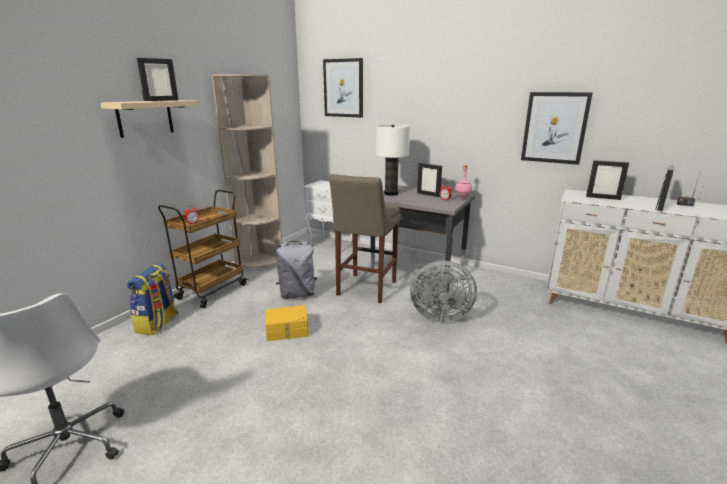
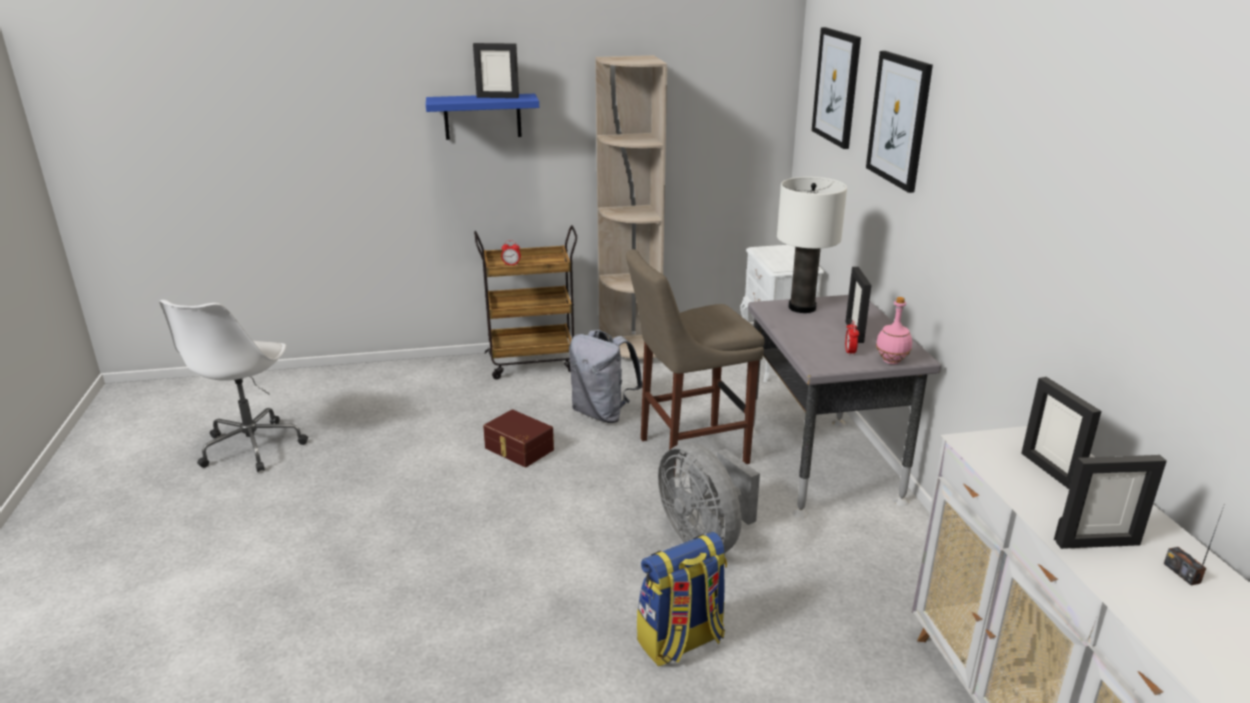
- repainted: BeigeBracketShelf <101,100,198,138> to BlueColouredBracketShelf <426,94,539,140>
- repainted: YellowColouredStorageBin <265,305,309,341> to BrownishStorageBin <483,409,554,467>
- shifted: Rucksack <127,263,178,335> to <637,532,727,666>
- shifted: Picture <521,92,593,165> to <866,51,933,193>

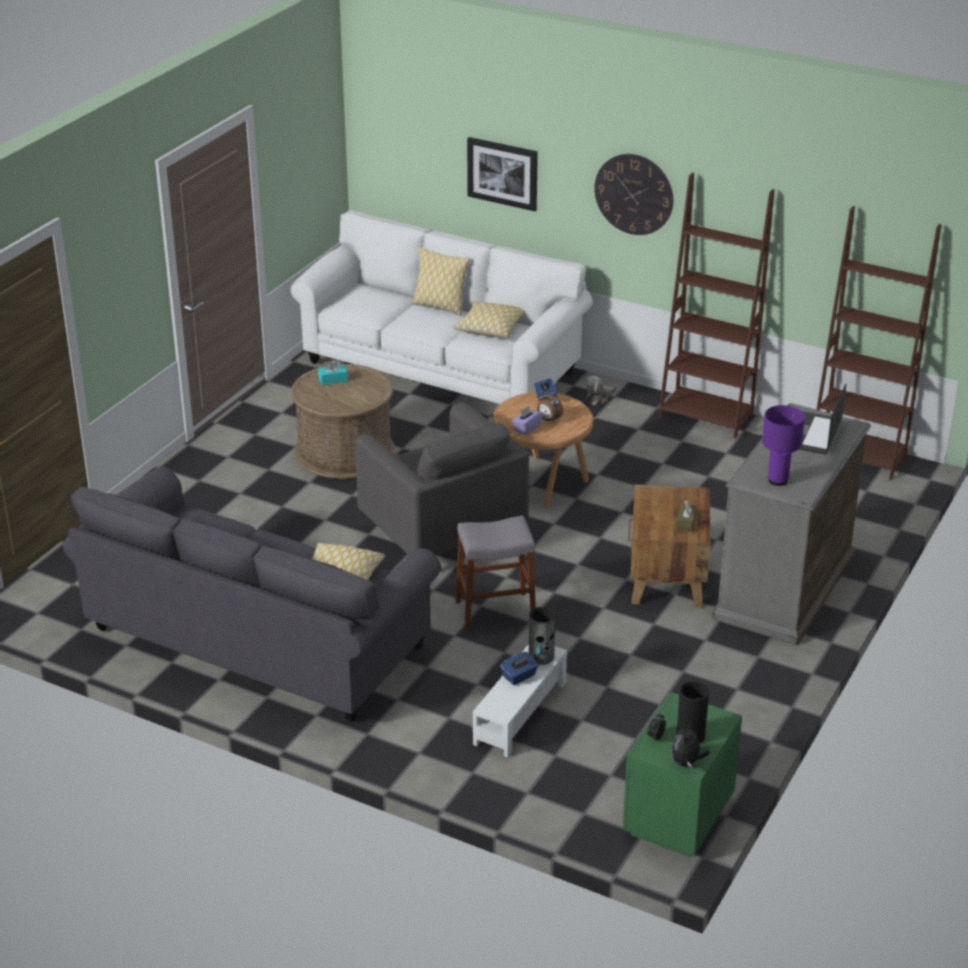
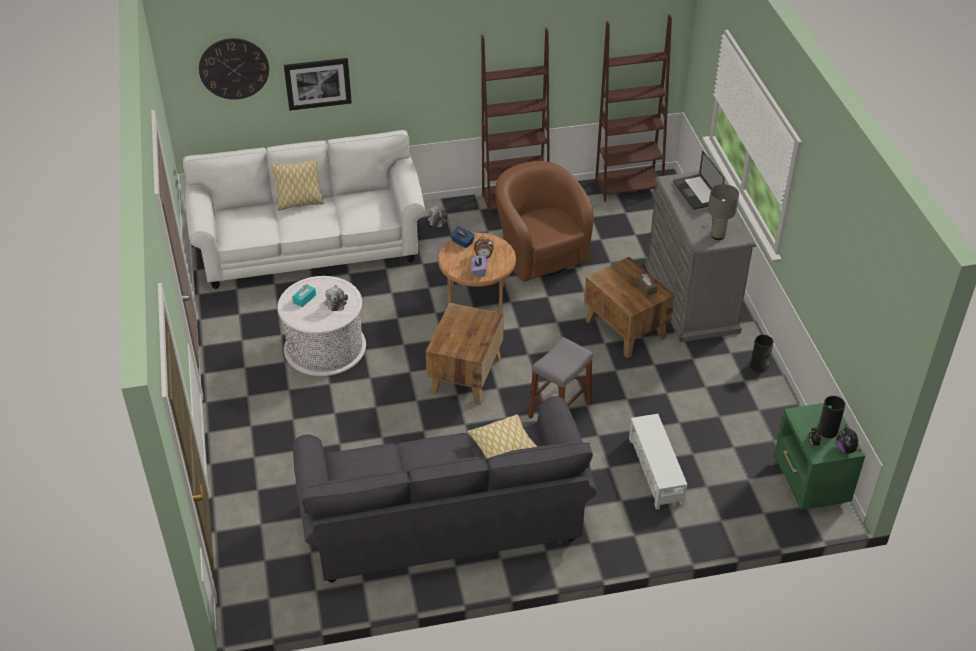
- shifted: WallClock <594,154,673,235> to <199,38,269,100>
- repainted: BrownishLowTable <291,364,395,479> to WhiteLowTable <277,276,366,376>
- new: CuddlyToy <324,285,348,311>
- swapped: GreyishLoungeChair <355,402,529,556> to BrownishSideTable <426,302,504,405>
- new: BrownishLoungeChair <495,161,594,282>
- repainted: PurplishTabletopLamp <762,405,805,486> to GreyishTabletopLamp <708,184,739,240>
- shifted: DecorativeVase <529,607,555,665> to <750,335,773,373>
- gone: Pillow <453,301,525,338>
- gone: BlueColouredBoxOfTissues <500,652,538,685>

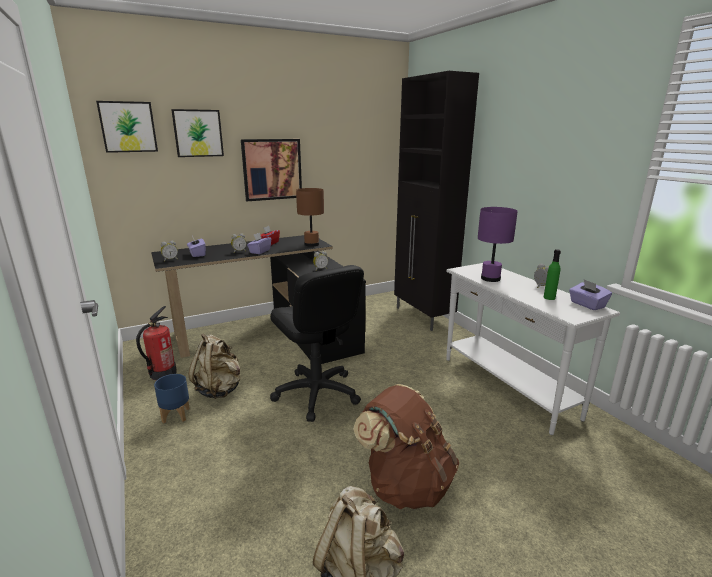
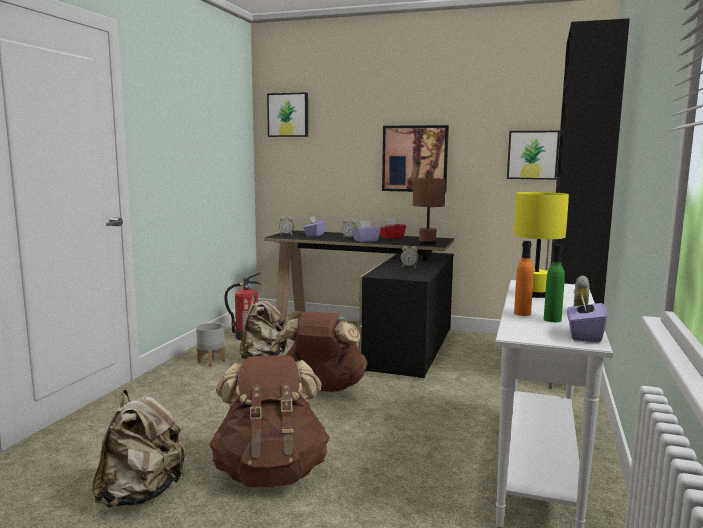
- repainted: BlueColouredFlowerPot <154,374,190,423> to GreyishFlowerPot <196,323,225,367>
- swapped: BlackishOfficeChair <270,265,364,422> to BrownishRucksack <280,311,368,392>
- shifted: Picture <171,109,224,157> to <507,131,560,180>
- repainted: PurplishTabletopLamp <478,207,518,282> to YellowColouredTabletopLamp <514,192,569,298>
- new: OrangeDrinkBottle <514,241,534,316>

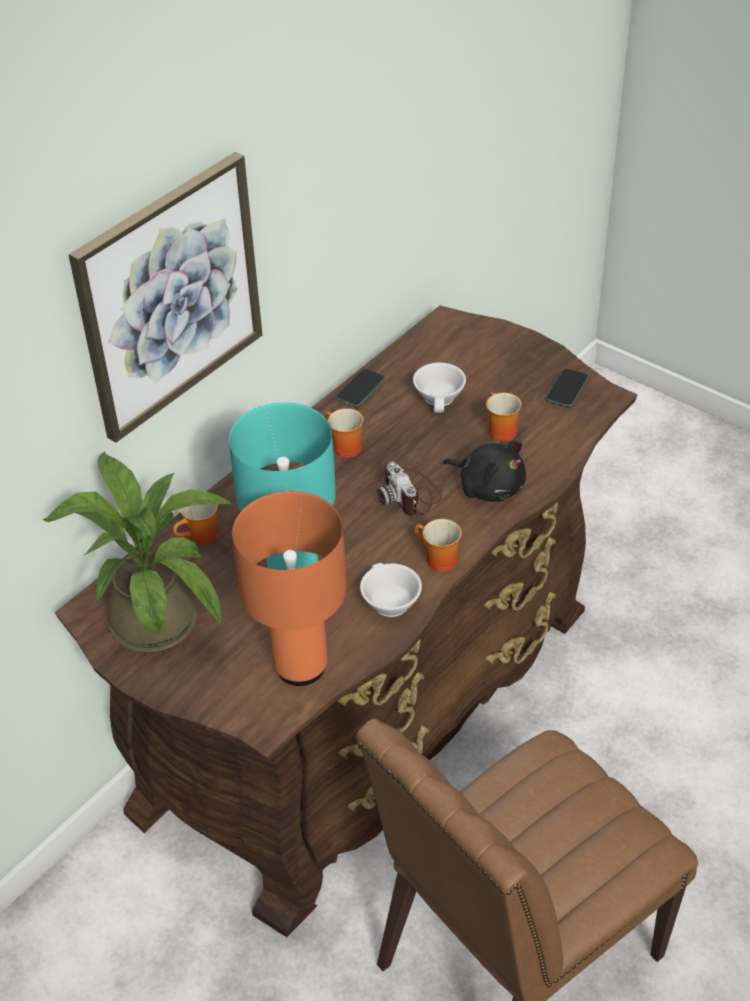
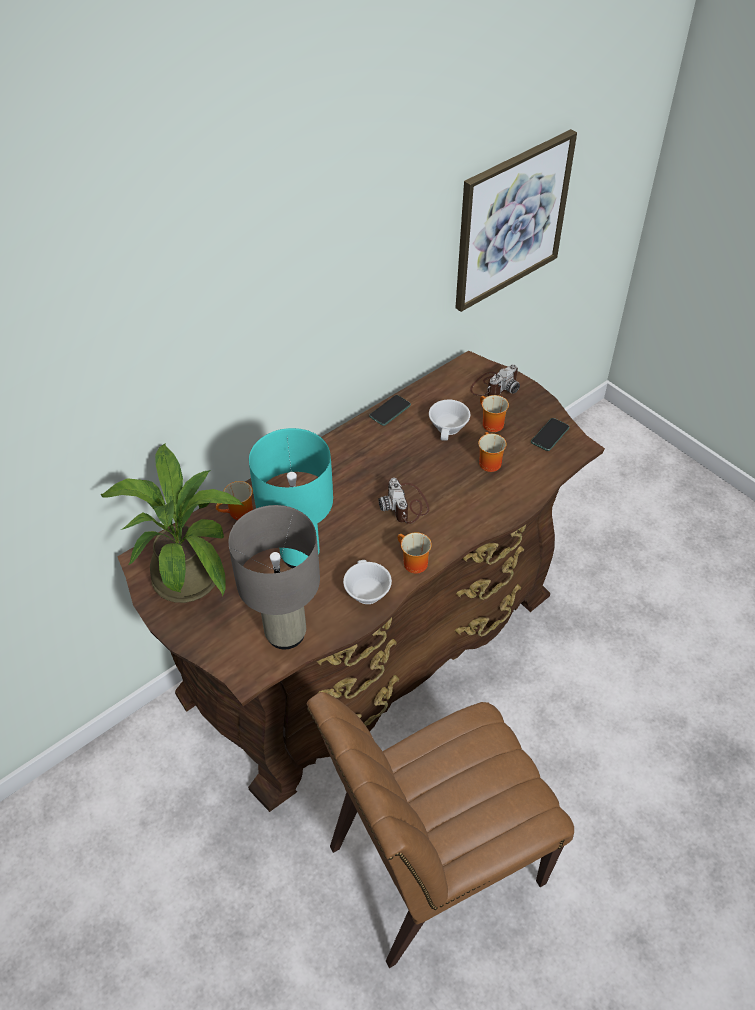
- repainted: OrangeTabletopLamp <232,491,346,686> to GreyishTabletopLamp <228,505,320,649>
- shifted: Picture <69,152,262,443> to <455,129,577,312>
- new: PhotoCamera <470,364,520,396>
- shifted: Mug <325,408,364,458> to <480,395,509,432>
- gone: BlackishCuddlyToy <443,441,526,502>

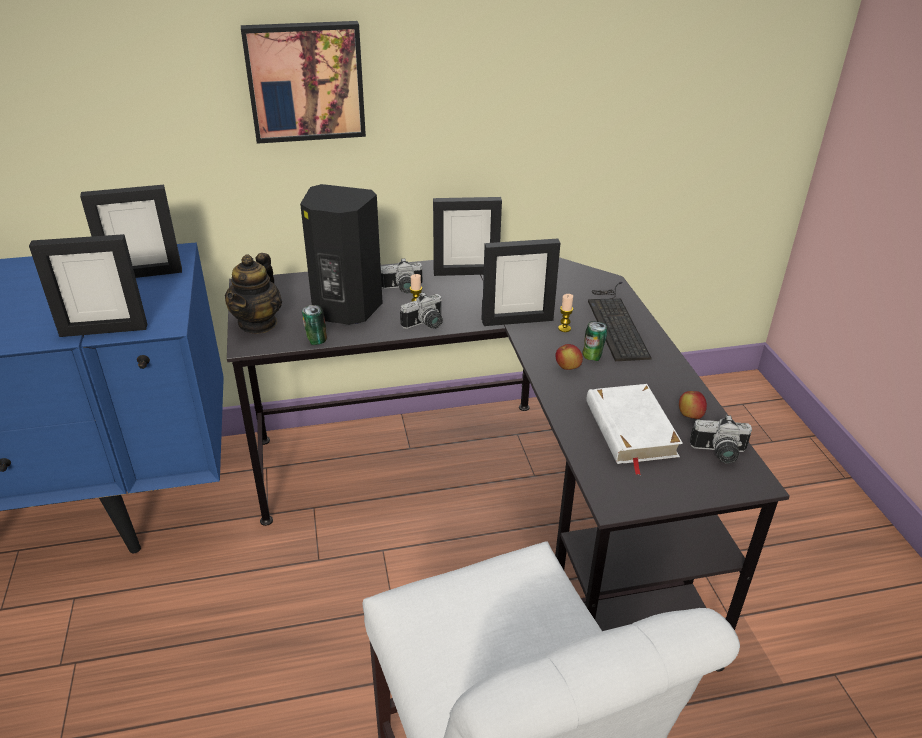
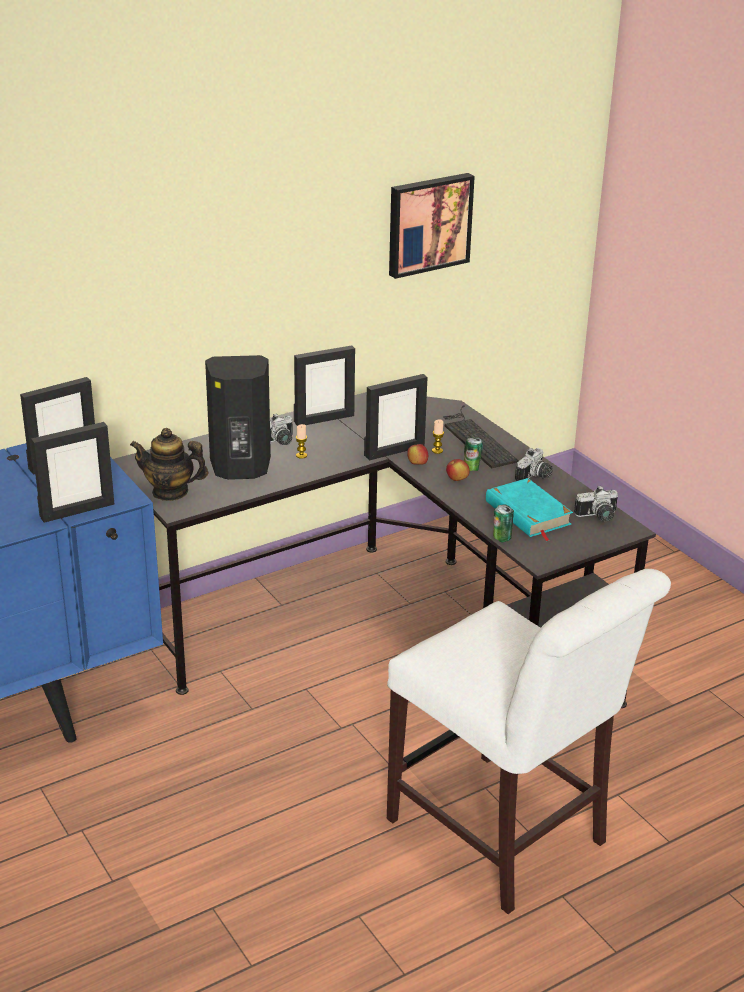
- rotated: Teapot <225,253,282,334> = <130,428,208,501> 105 degrees clockwise
- shifted: Picture <241,21,366,144> to <389,173,475,279>
- shifted: AppleFruit <679,391,707,419> to <407,444,428,465>
- repainted: WhiteBoundBook <586,384,683,475> to TurquoiseColouredBoundBook <486,478,573,541>
- shifted: Can <302,305,327,345> to <493,505,514,542>
- shifted: PhotoCamera <400,292,443,329> to <515,448,553,481>

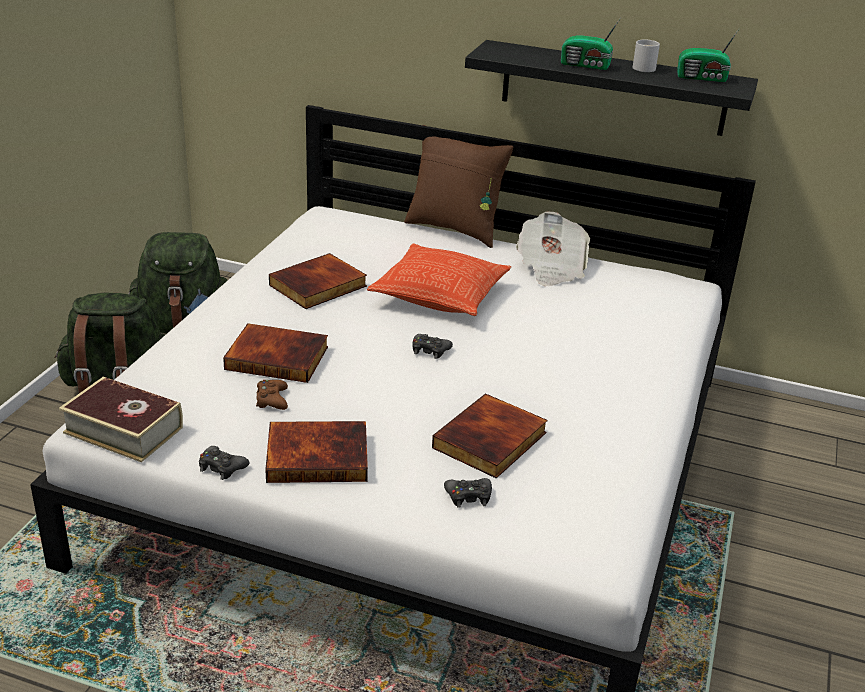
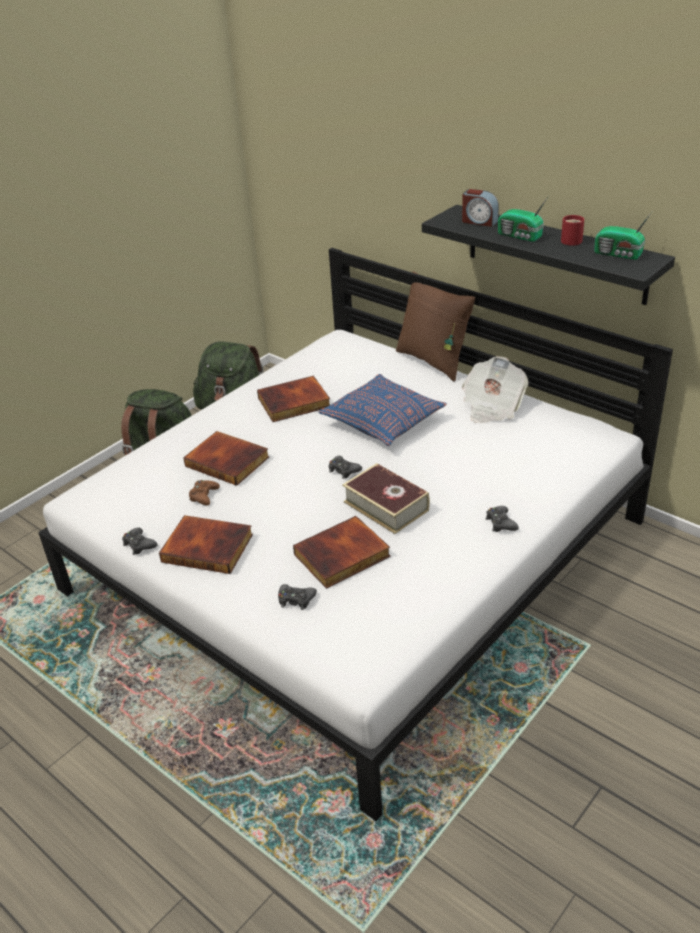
- repainted: OrangePillow <367,243,511,316> to BlueColouredPillow <318,374,447,446>
- shifted: BoundBook <59,376,183,462> to <342,463,430,534>
- new: AlarmClock <462,189,499,227>
- new: BlackishJoypad <485,506,519,532>
- repainted: WhiteMug <632,40,660,72> to RedColouredMug <561,215,584,246>

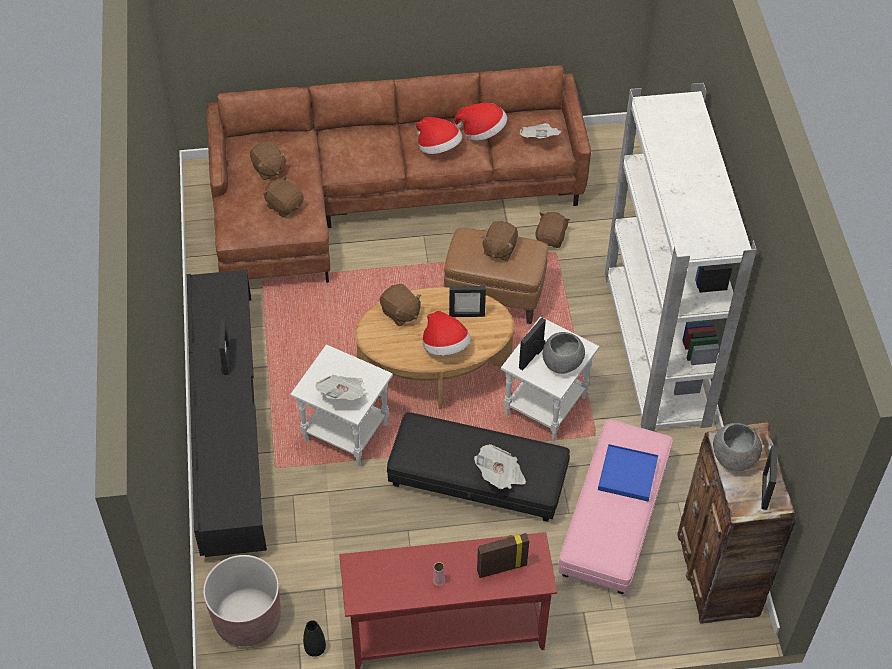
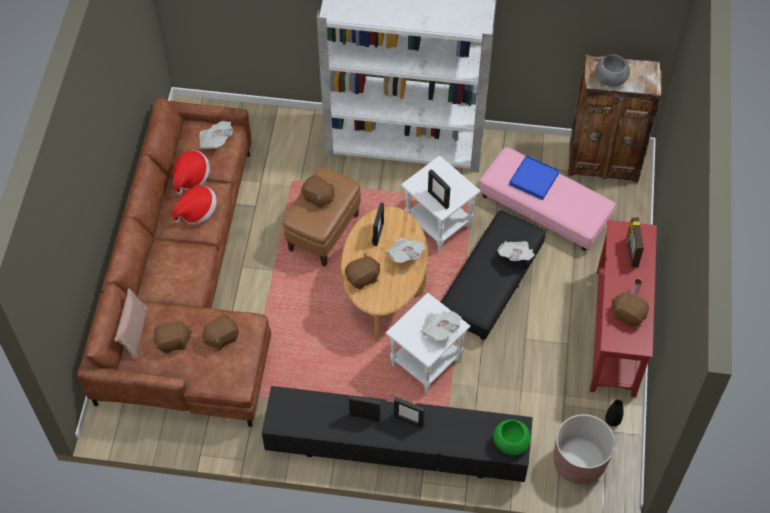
- new: BeigePillow <114,288,148,359>
- swapped: ClothingHat <423,311,471,356> to PrintedPaper <386,238,426,263>
- shifted: PhotoFrame <761,445,777,510> to <394,397,425,428>
- new: GreenishServingBowl <493,419,531,455>
- shifted: BrownishCuddlyToy <535,212,570,248> to <611,289,649,327>
- gone: GreyishServingBowl <543,332,585,374>

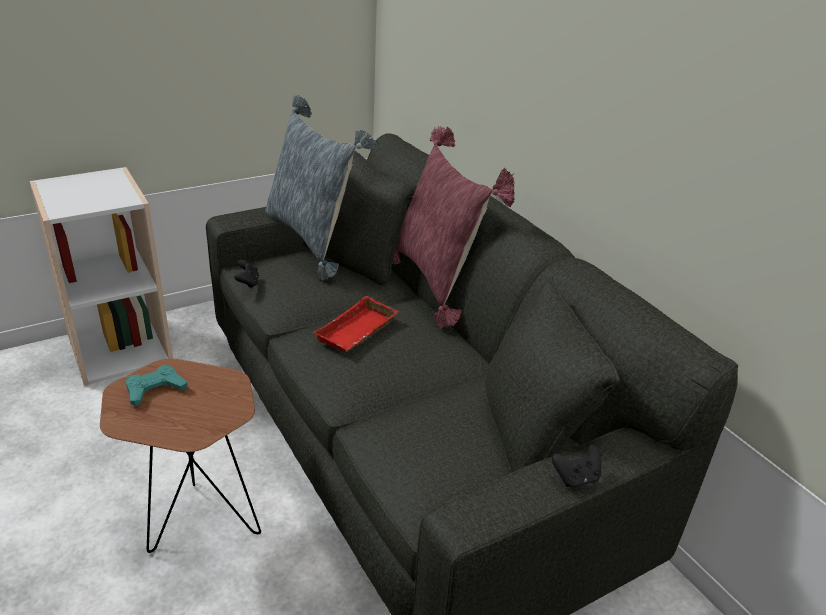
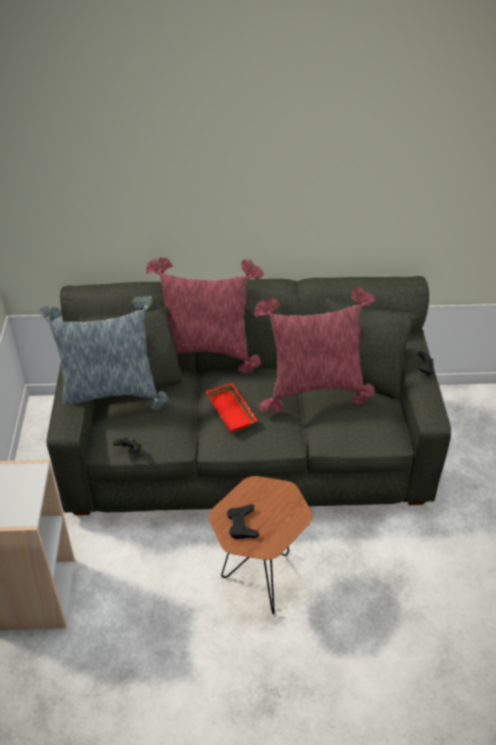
- repainted: TurquoiseColouredJoypad <126,365,188,406> to BlackishJoypad <227,504,259,539>
- new: RedColouredPillow <254,287,376,413>

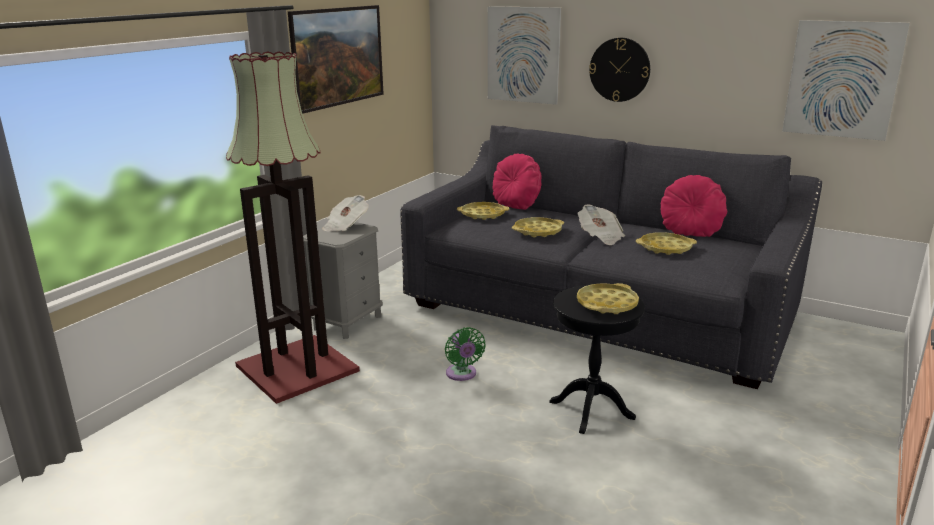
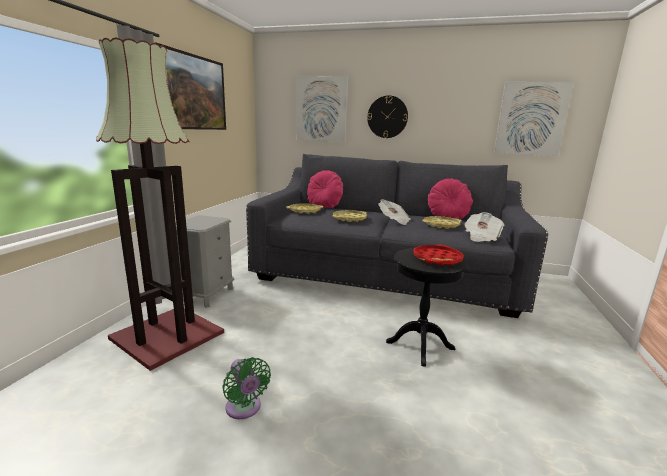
- shifted: GreenishCoolingFan <445,327,486,381> to <222,357,271,419>
- repainted: YellowColouredTray <577,283,639,314> to RedColouredTray <413,244,464,266>
- shifted: PrintedPaper <322,195,369,232> to <464,212,504,242>

